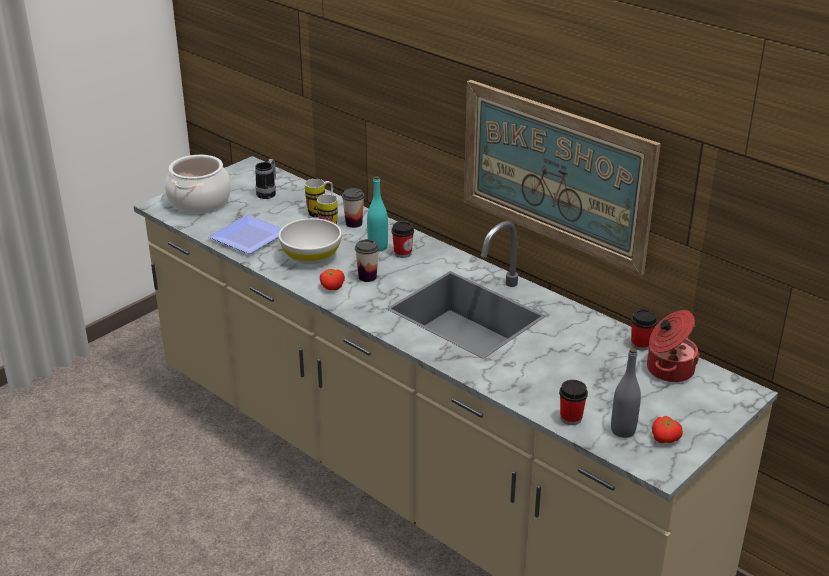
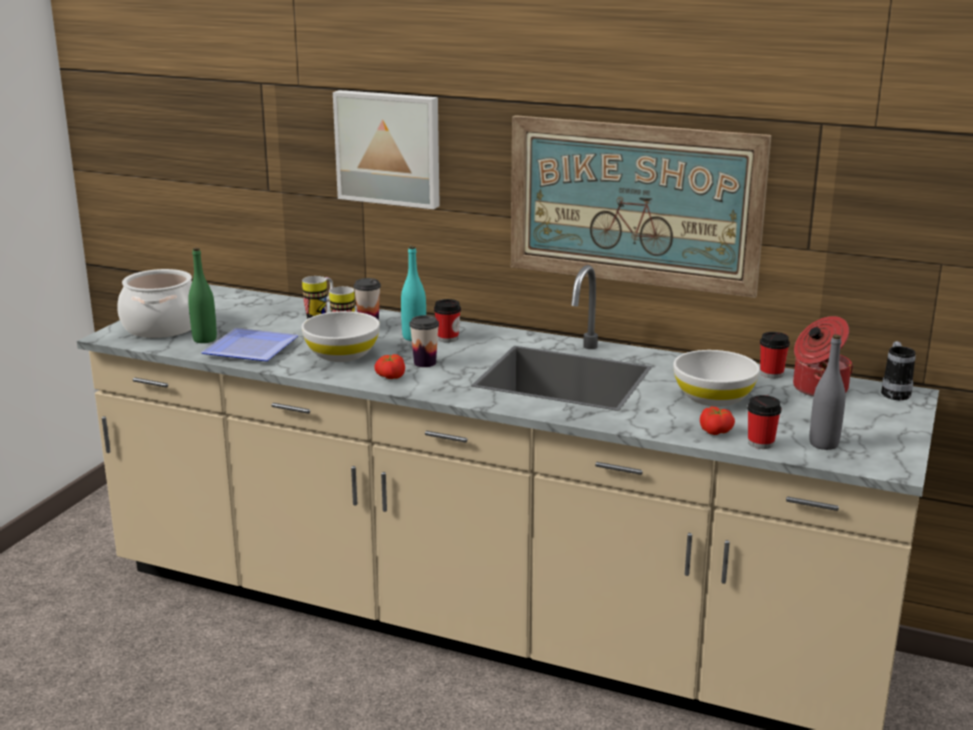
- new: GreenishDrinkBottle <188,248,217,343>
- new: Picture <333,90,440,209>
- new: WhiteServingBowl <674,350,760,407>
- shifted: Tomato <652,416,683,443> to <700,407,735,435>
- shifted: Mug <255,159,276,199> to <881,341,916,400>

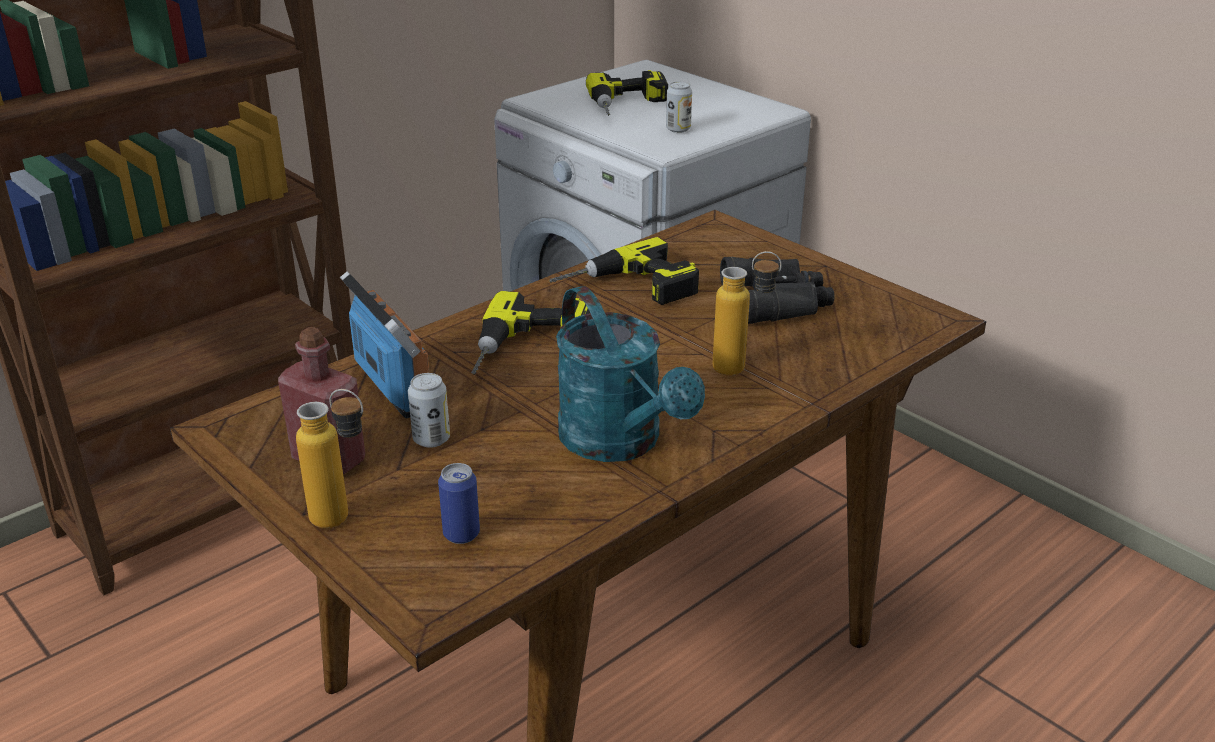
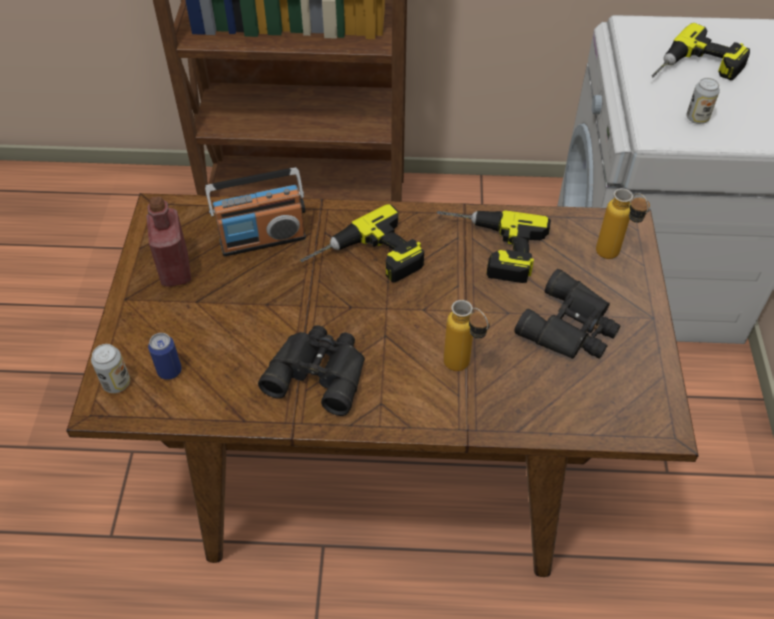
- shifted: Can <408,373,450,448> to <91,344,130,393>
- rotated: RadioReceiver <340,271,430,418> = <205,167,306,256> 60 degrees clockwise
- swapped: TurquoiseColouredSprinklingCan <556,286,705,462> to BlackishPairOfBinoculars <258,325,365,416>
- shifted: DrinkBottle <296,389,363,528> to <596,188,650,259>

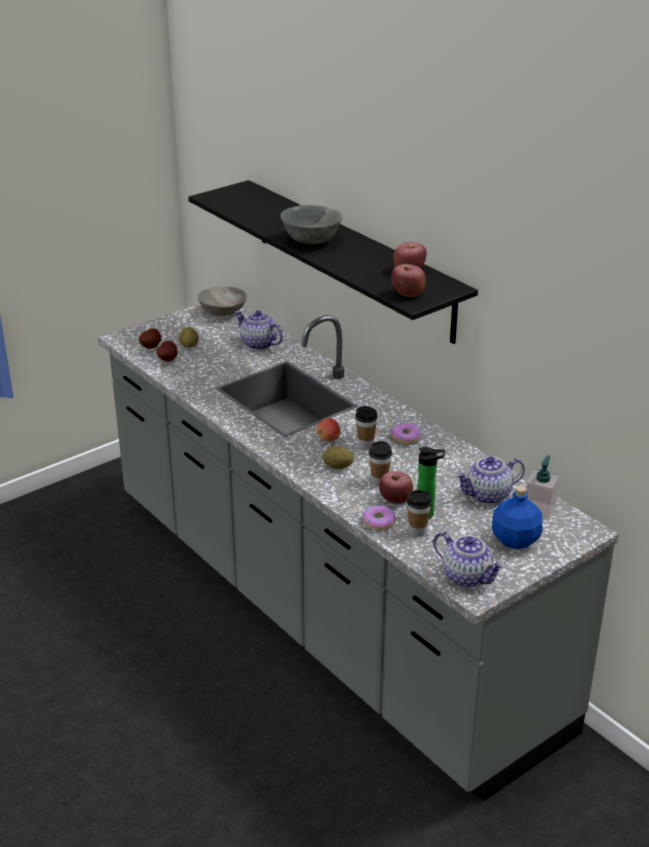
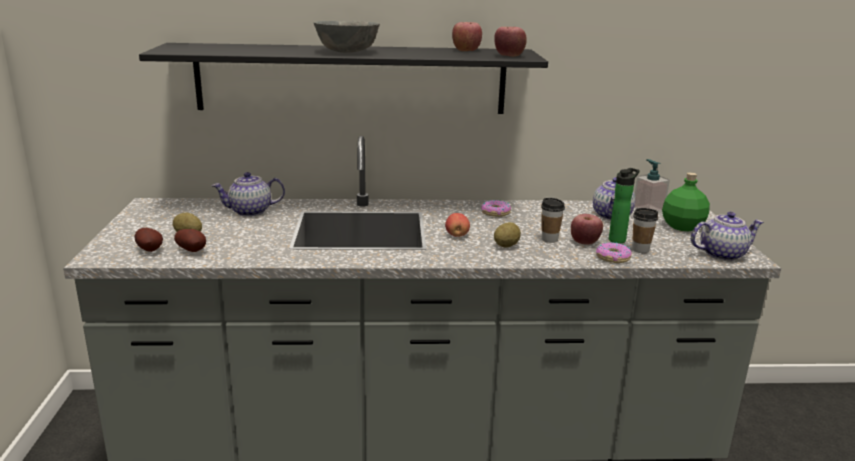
- repainted: BlueColouredDrinkBottle <492,485,542,549> to GreenishDrinkBottle <662,172,710,231>
- gone: GreyishServingBowl <198,286,247,316>
- gone: DrinkingCup <355,406,378,449>

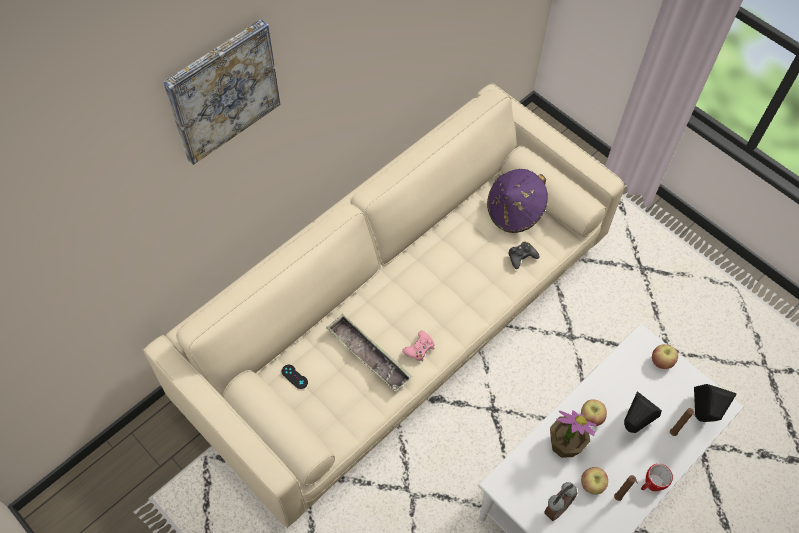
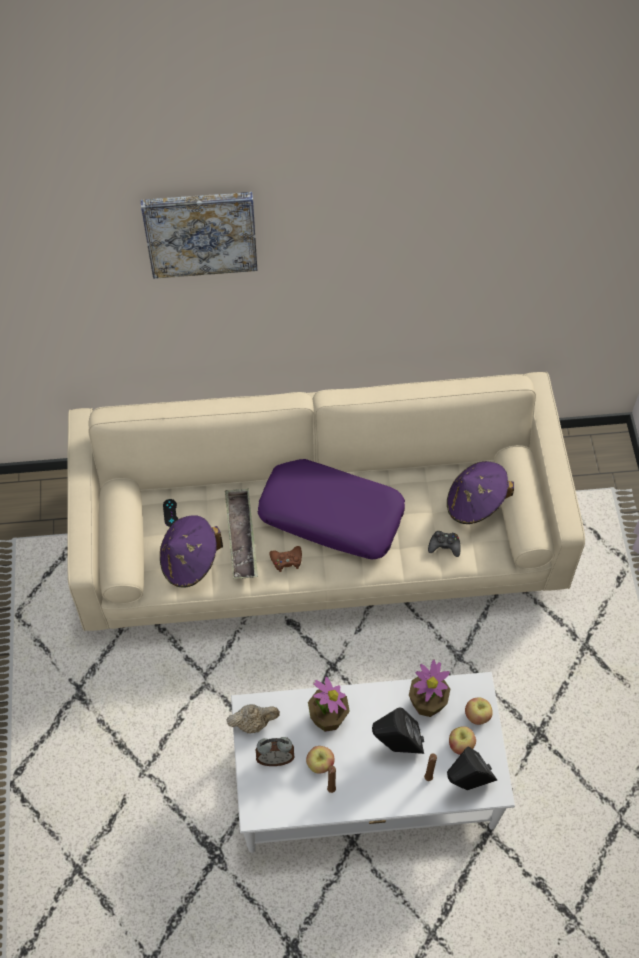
- new: PurplishClothingHat <160,515,223,588>
- new: BeigeTeapot <226,704,280,733>
- new: PurplishPillow <258,459,405,559>
- repainted: PinkColouredJoypad <402,331,435,362> to BrownishJoypad <269,546,302,572>
- new: PlantInAPot <409,660,450,717>
- shifted: AppleFruit <581,399,607,426> to <449,726,476,755>
- gone: Mug <641,464,673,491>

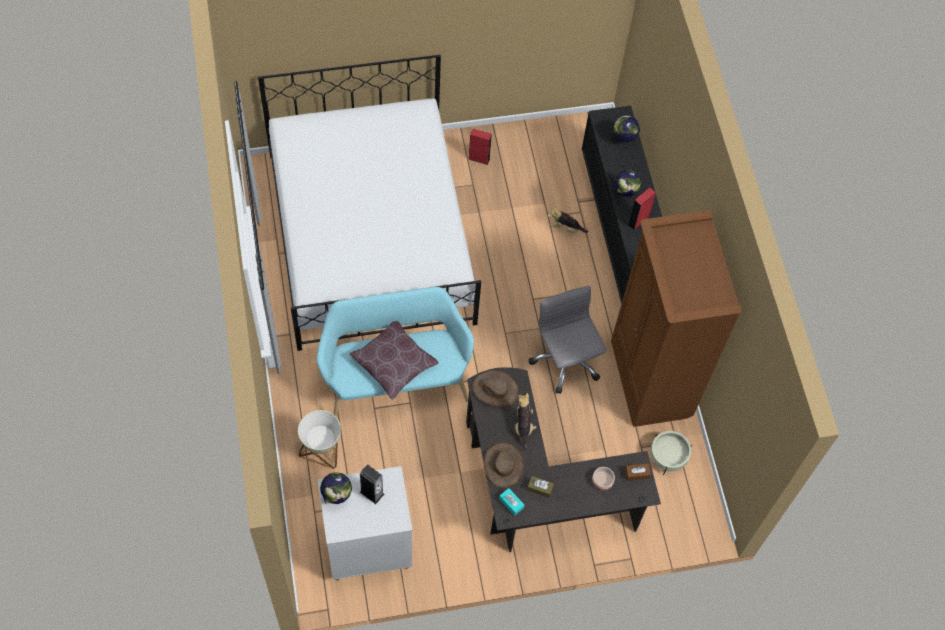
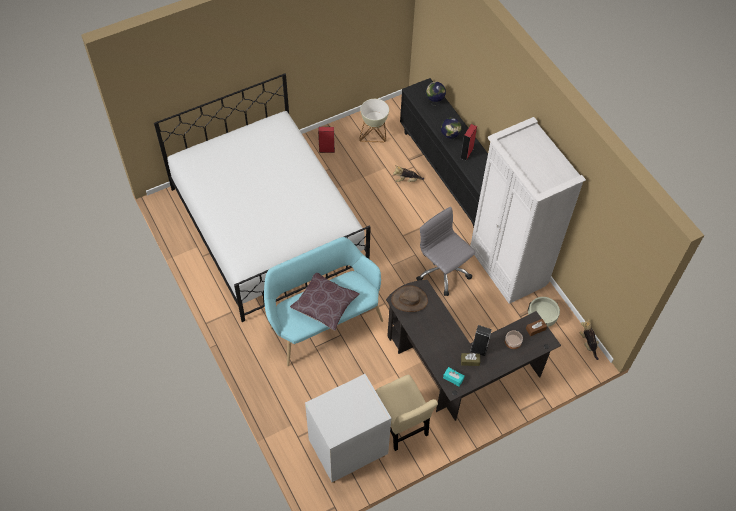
- shifted: FlowerPot <298,410,341,469> to <359,99,389,142>
- new: BeigeUprightChair <376,375,438,451>
- repainted: BrownishWardrobe <611,210,742,427> to WhiteWardrobe <470,117,586,304>
- shifted: AudioSpeaker <360,464,384,504> to <470,325,492,356>
- shifted: CuddlyToy <515,393,537,450> to <580,319,599,360>
- gone: DeskGlobe <320,472,352,504>
- gone: BrownishClothingHat <484,443,524,488>

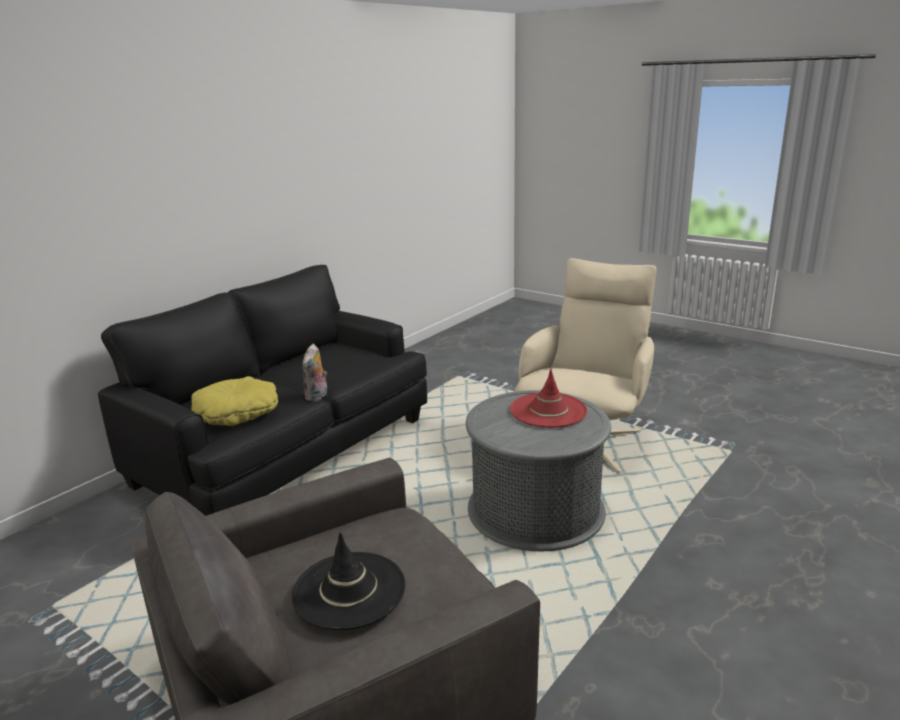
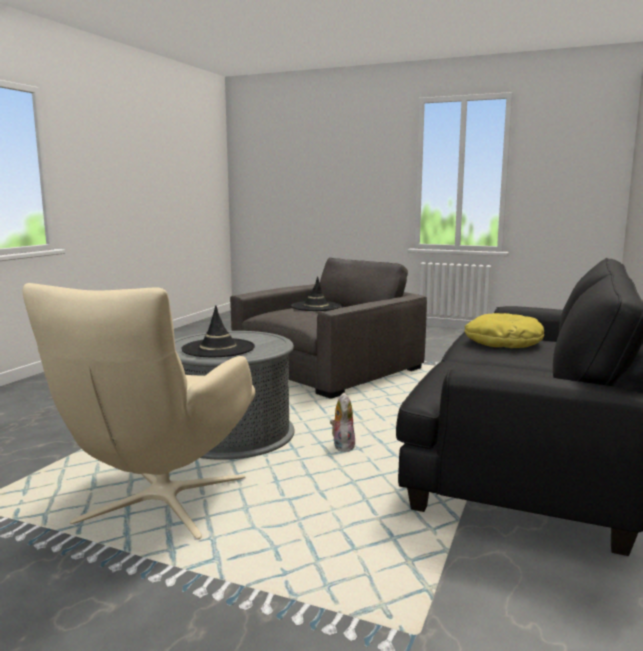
- repainted: RedColouredClothingHat <510,369,587,428> to BlackishClothingHat <182,305,255,357>
- shifted: CuddlyToy <302,344,327,401> to <330,392,355,452>

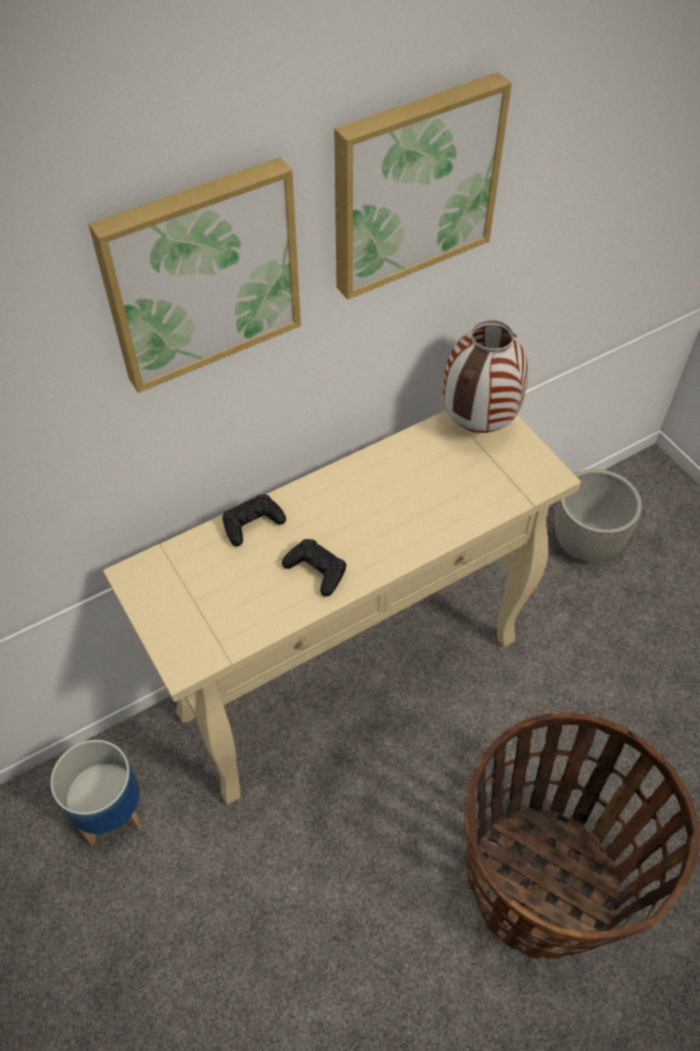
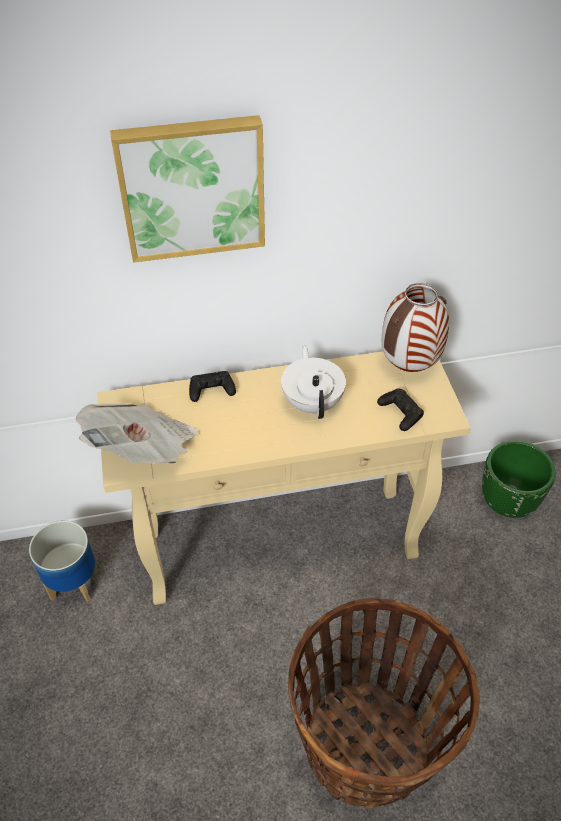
- new: PrintedPaper <75,403,199,464>
- new: WhiteTeapot <281,345,346,419>
- shifted: BlackishJoypad <282,539,346,597> to <377,388,424,431>
- repainted: GreyishFlowerPot <555,469,642,562> to GreenishFlowerPot <482,440,556,518>
- gone: Picture <334,72,512,300>

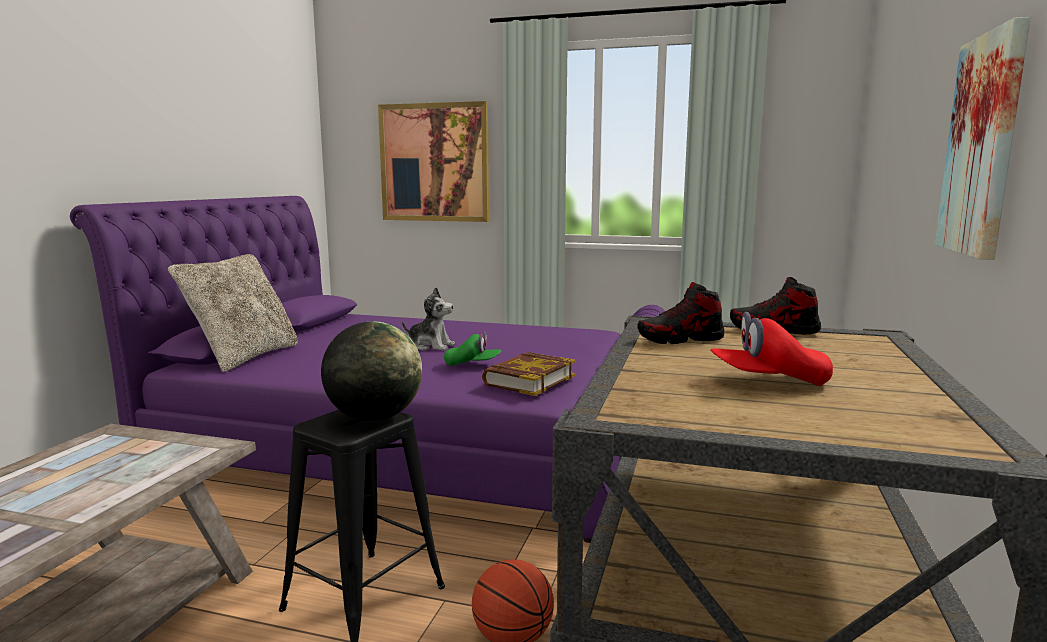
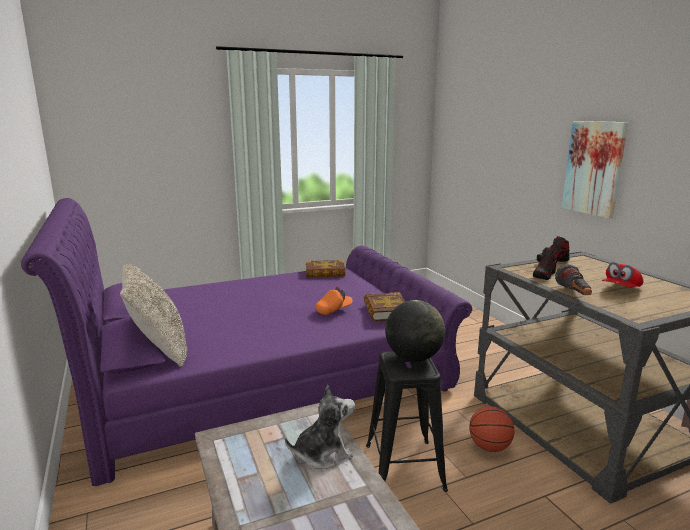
- shifted: CuddlyToy <402,287,455,351> to <285,385,355,469>
- new: BoundBook <306,260,345,277>
- repainted: GreenishPeakedCap <444,331,502,366> to OrangePeakedCap <316,287,353,315>
- new: Flashlight <555,264,592,295>
- gone: Picture <378,101,489,222>

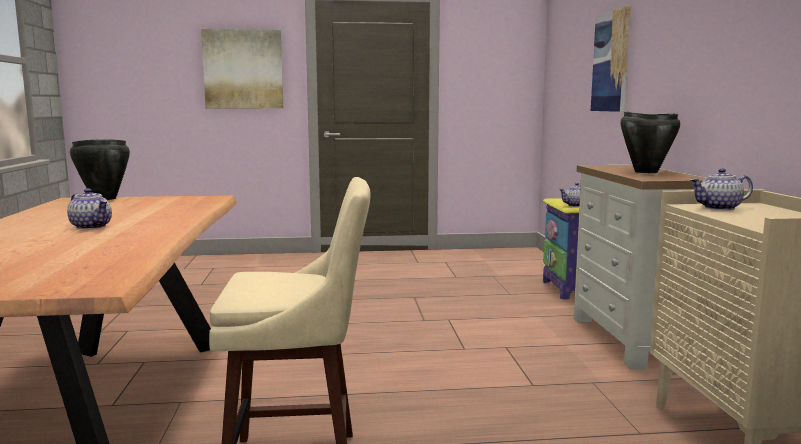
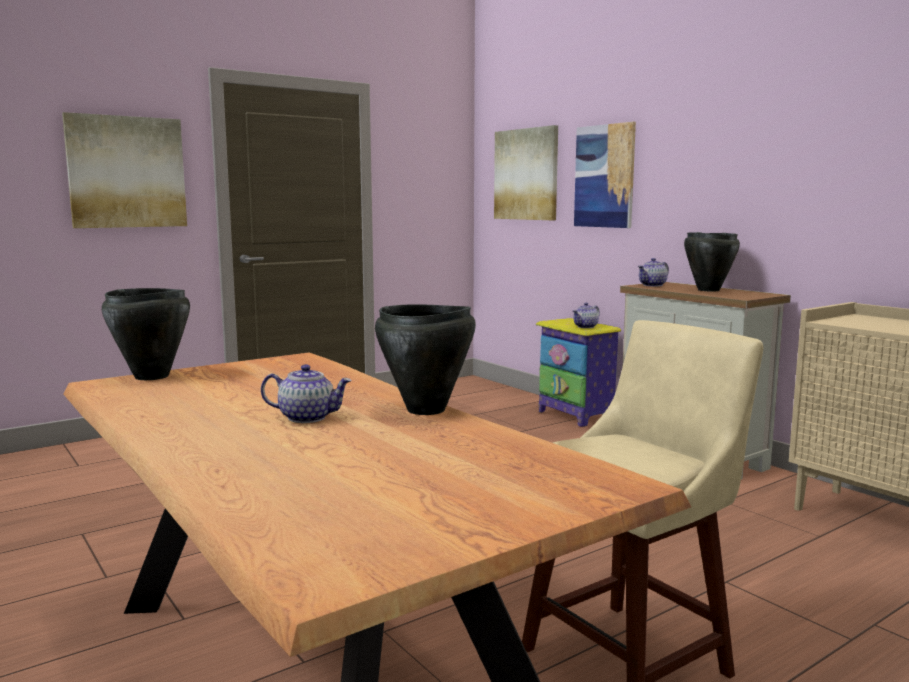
- new: BlackishStockpot <375,304,476,415>
- new: Picture <494,125,558,220>
- shifted: Teapot <690,168,753,210> to <638,258,669,286>

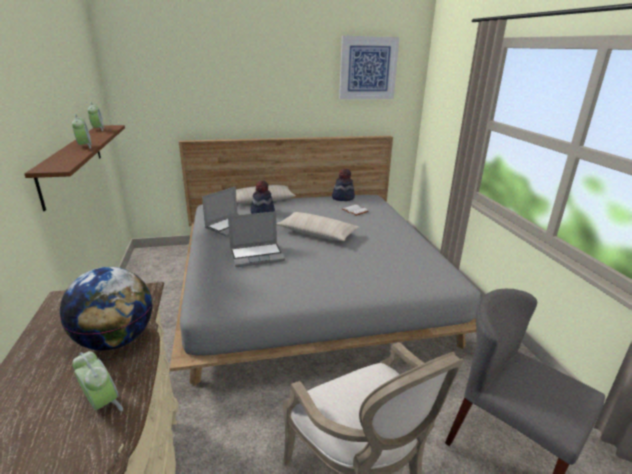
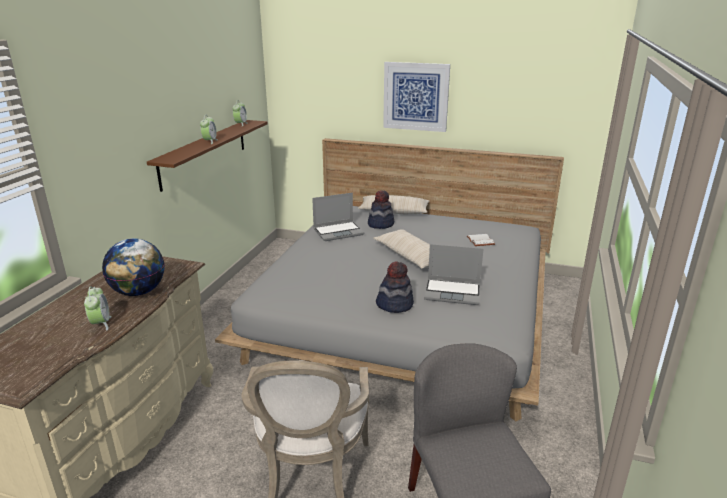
- shifted: ClothingHat <332,169,355,201> to <376,261,414,313>
- shifted: Picture <339,36,400,99> to <383,62,450,132>
- shifted: Laptop <228,211,285,267> to <424,244,483,305>

